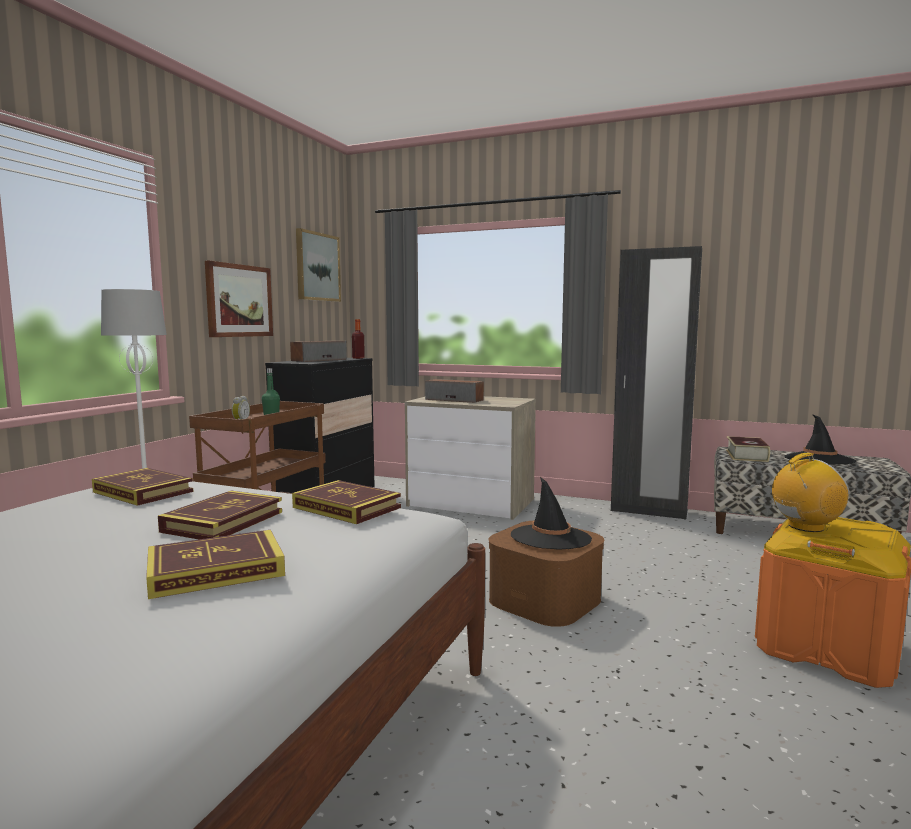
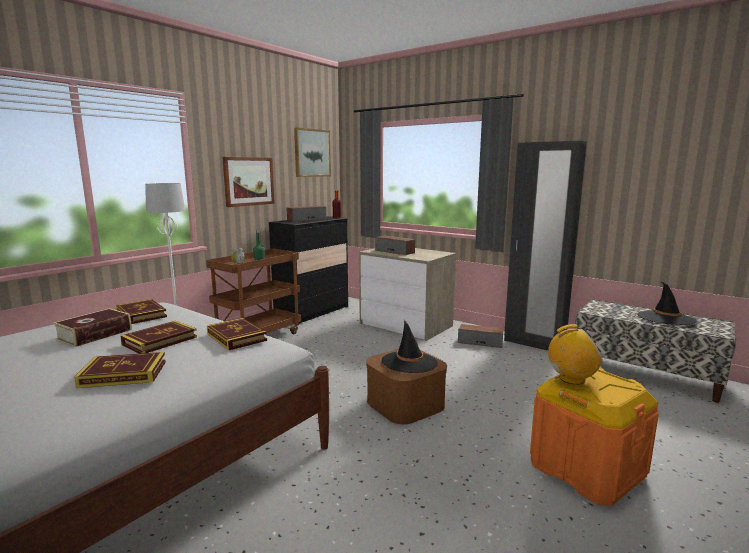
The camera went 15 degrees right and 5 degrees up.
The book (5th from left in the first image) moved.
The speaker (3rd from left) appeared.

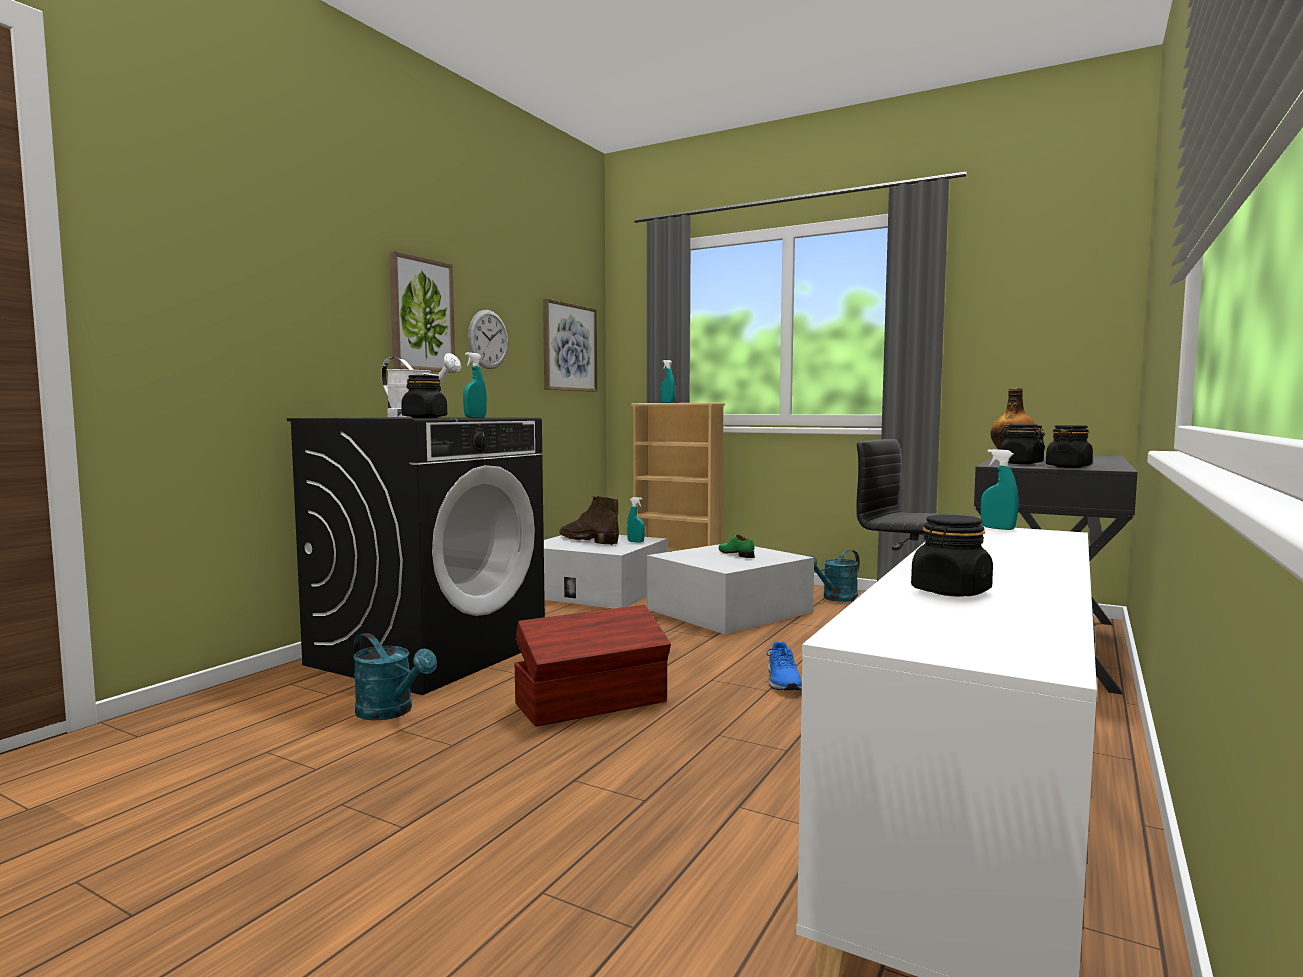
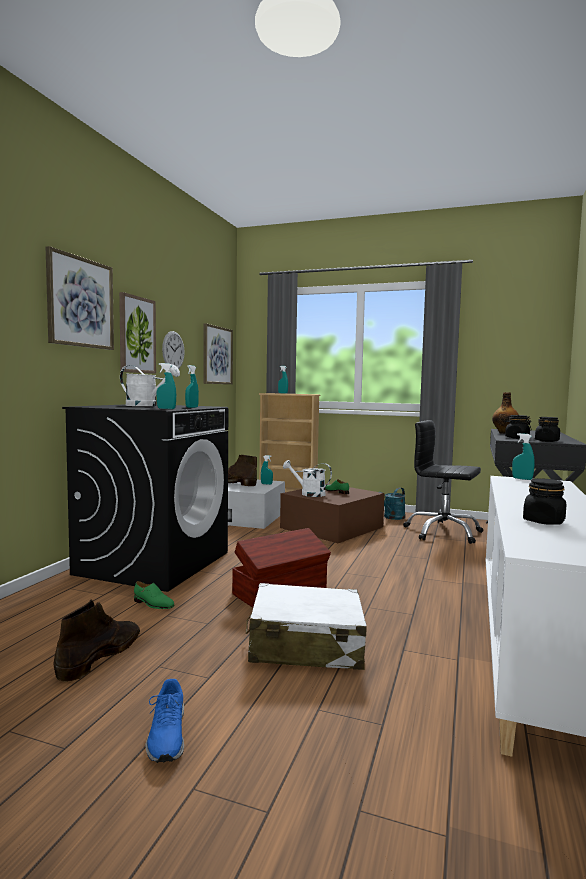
The camera went 10 degrees left and 0 degrees up.
The watering can in turquoise (1st from left) was replaced by the shoe in green (1st from left).
The jar in black (1st from left) was replaced by the spray bottle in turquoise (1st from left).
The storage box in white (2nd from left) became the storage box in brown (2nd from left).
The shoe in blue moved.
The picture (1st from left) appeared.
The boot in brown (1st from left) appeared.
The suitcase in white appeared.
The watering can in white (2nd from left) appeared.

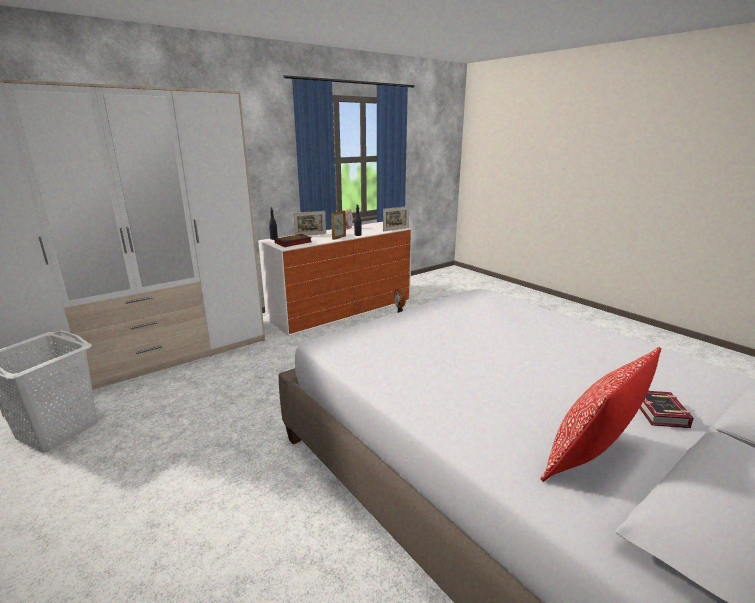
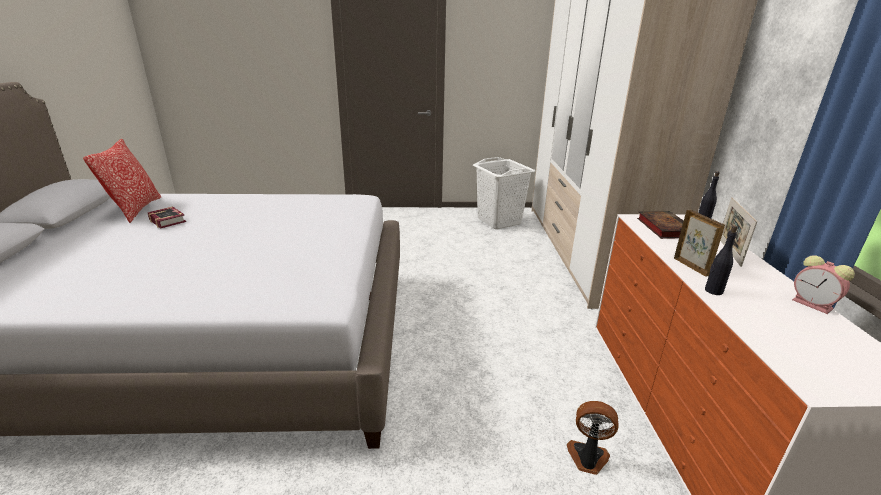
The camera went 125 degrees right and 5 degrees up.
The picture frame (3rd from left) disappeared.
The book (2nd from left in the first image) moved.

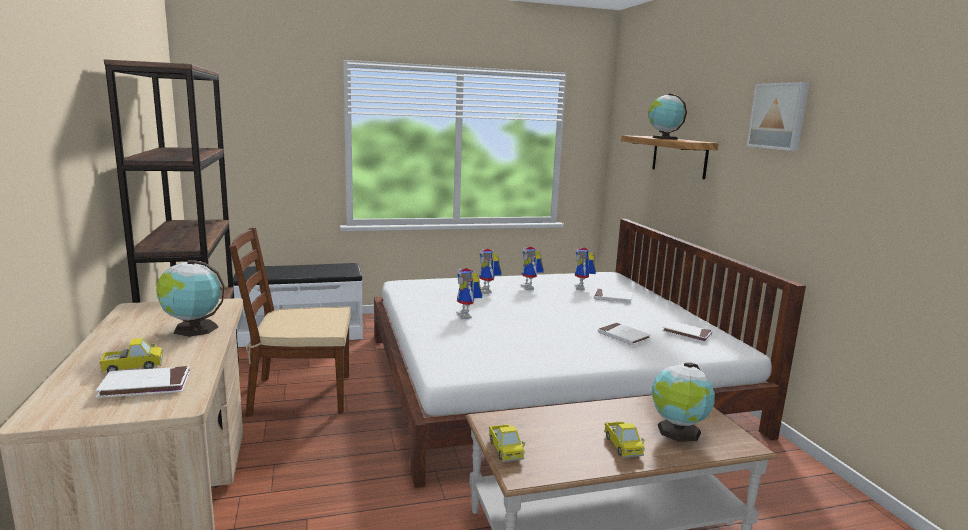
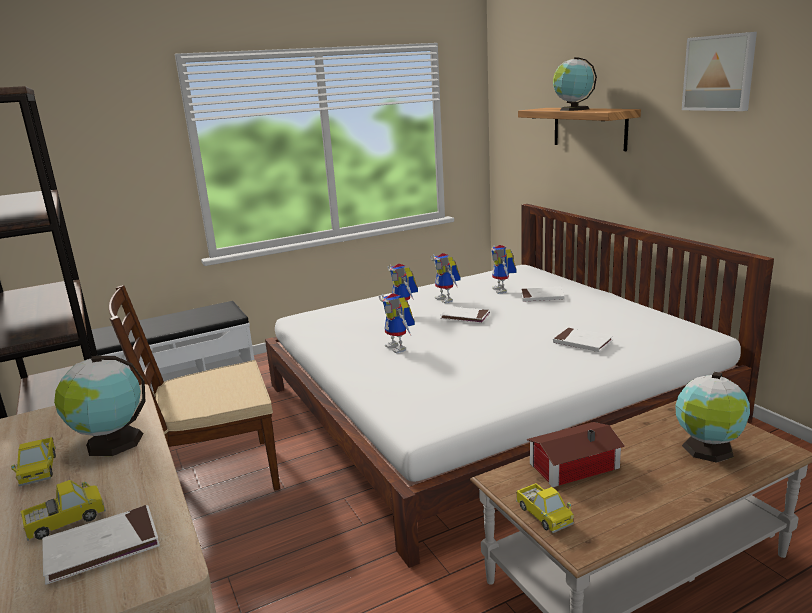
The camera went 10 degrees left and 5 degrees up.
The toy truck (3rd from left in the first image) moved.
The book in white (4th from left in the first image) moved.
The toy house appeared.

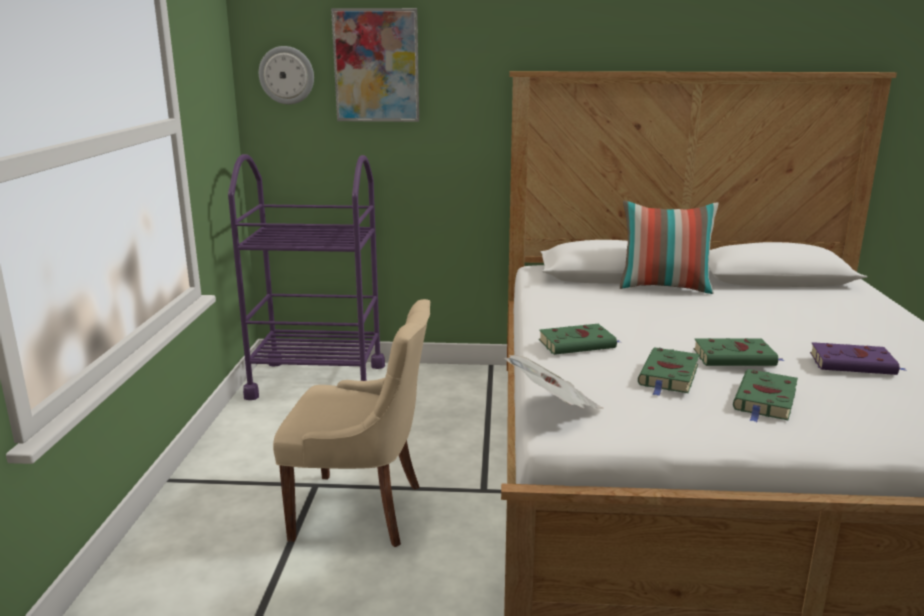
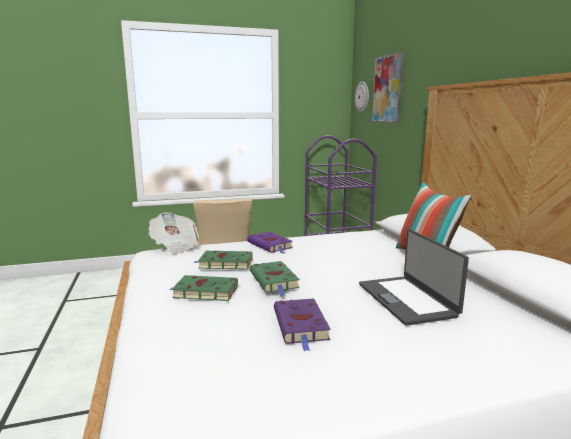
The camera went 70 degrees right and 5 degrees down.
The book in green (1st from left) became the book in purple (1st from left).
The laptop appeared.

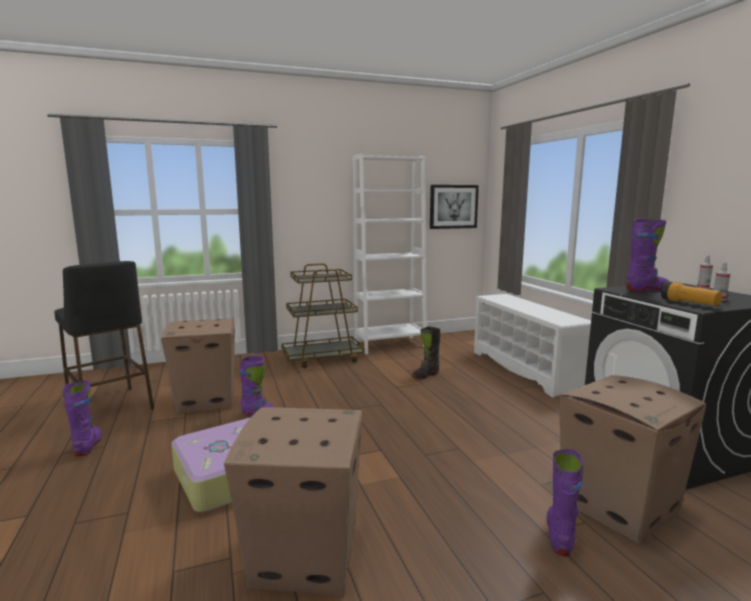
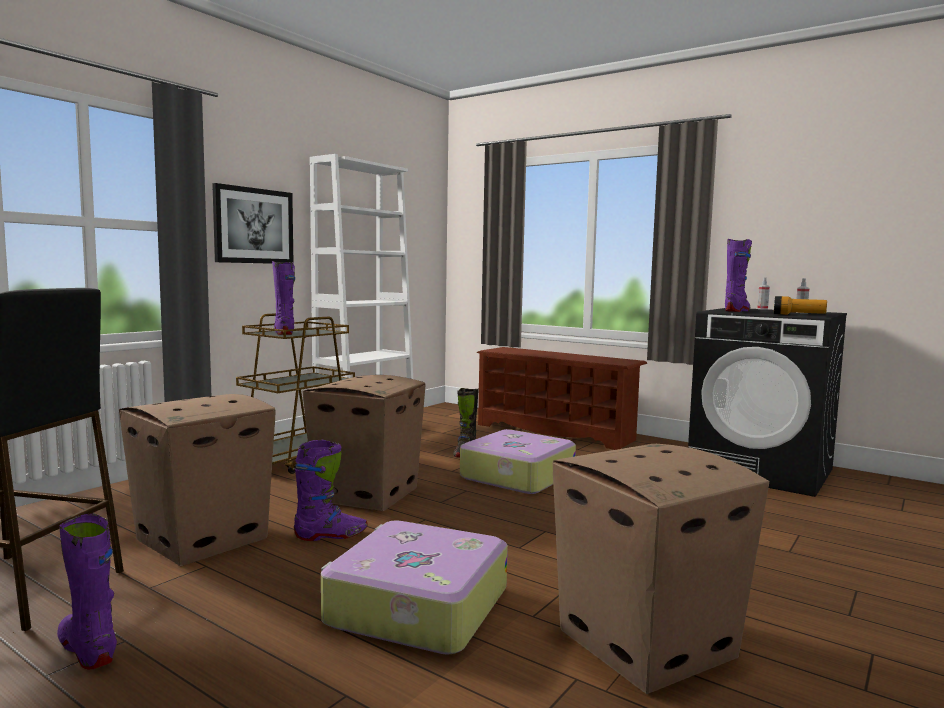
The camera went 35 degrees left and 5 degrees down.
The picture moved.
The shoe rack in white became the shoe rack in brown.
The boot in purple (3rd from left in the first image) moved.
The cardboard box (3rd from left in the first image) moved.
The suitcase (2nd from left) appeared.

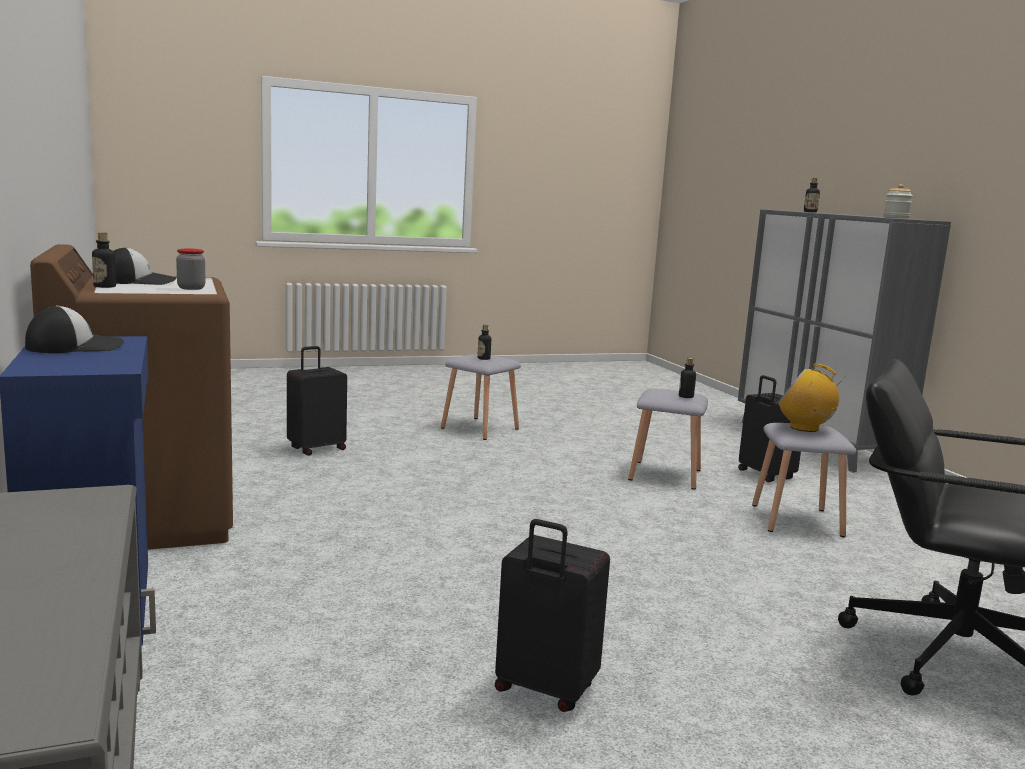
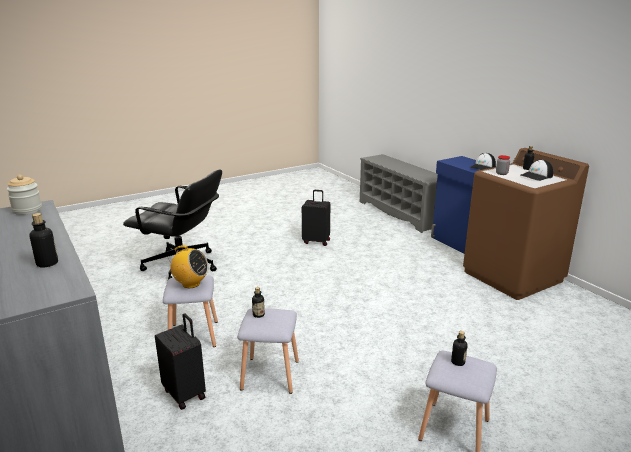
The camera went 170 degrees right and 10 degrees up.
The suitcase in black (1st from left) disappeared.

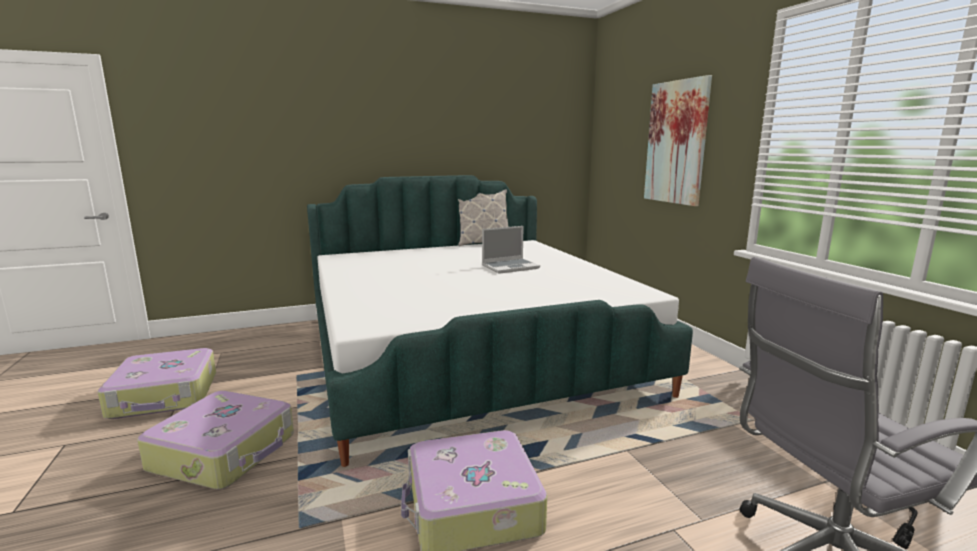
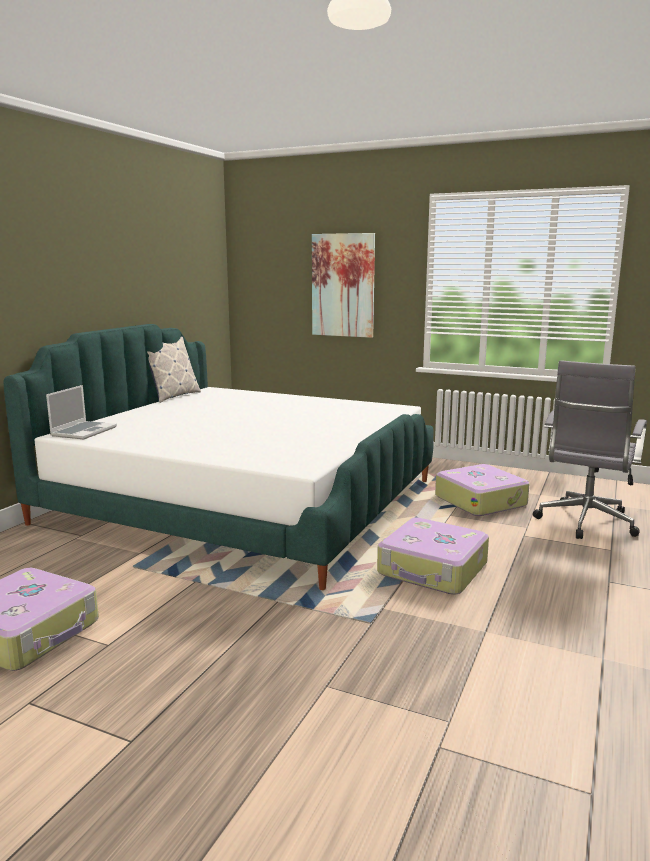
The camera went 45 degrees left and 0 degrees up.
The suitcase (2nd from left in the first image) moved.
The laptop moved.

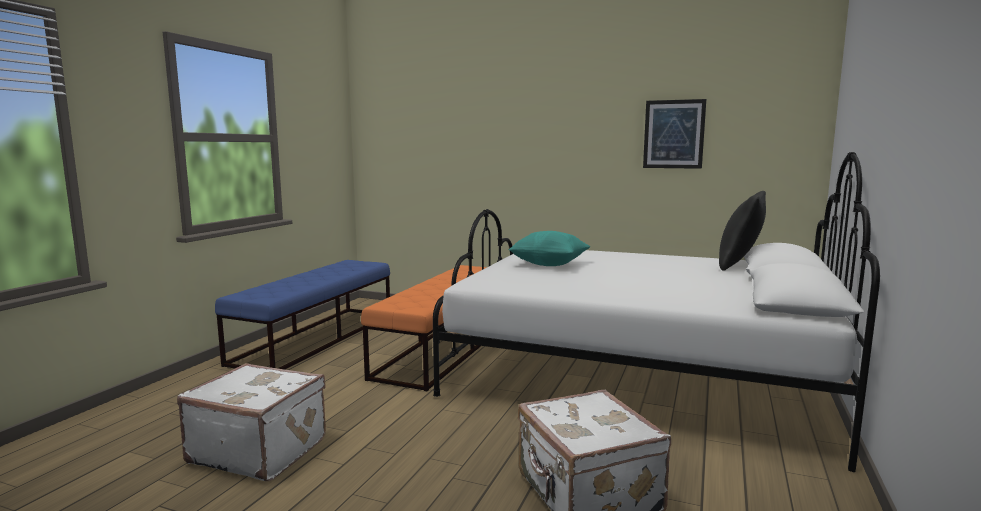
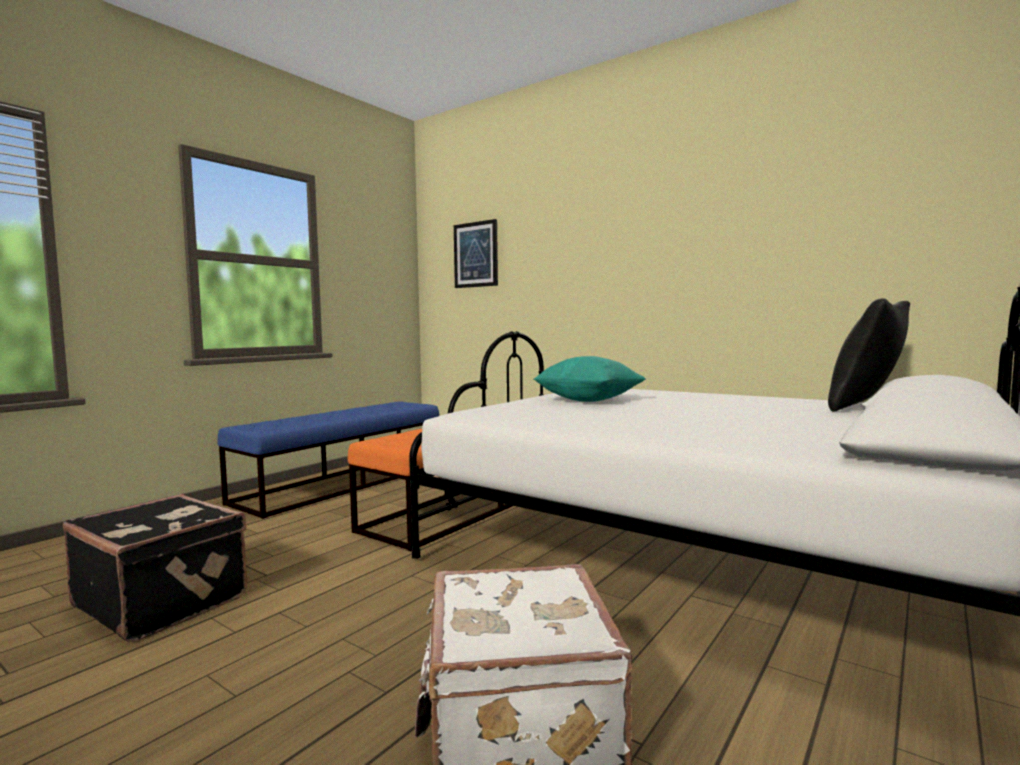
The camera went 15 degrees right and 5 degrees down.
The suitcase in white (1st from left) became the suitcase in black.
The picture moved.

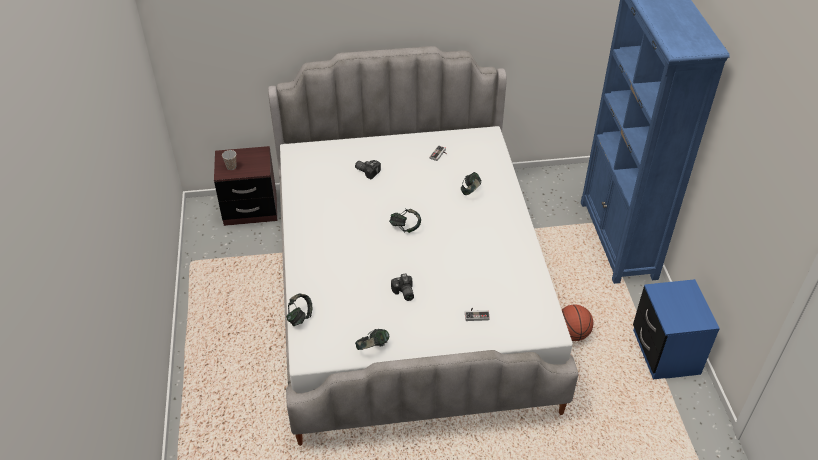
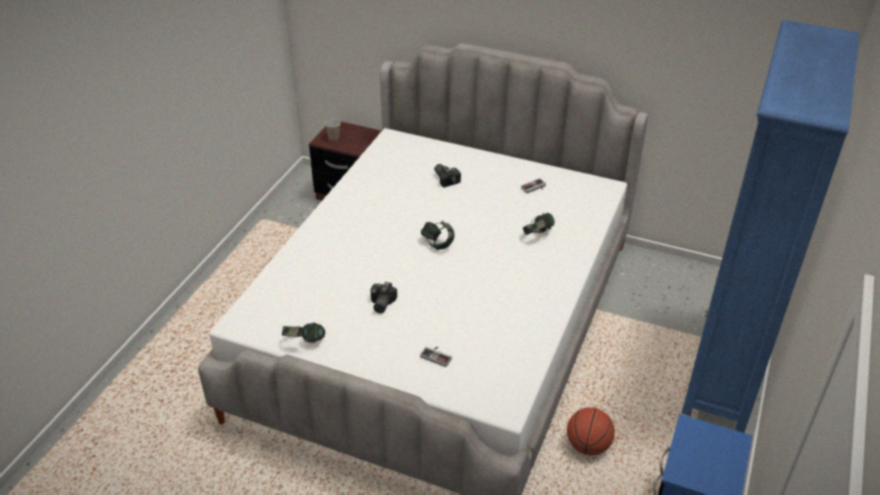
The camera went 30 degrees right and 5 degrees down.
The headphones (1st from left) disappeared.

